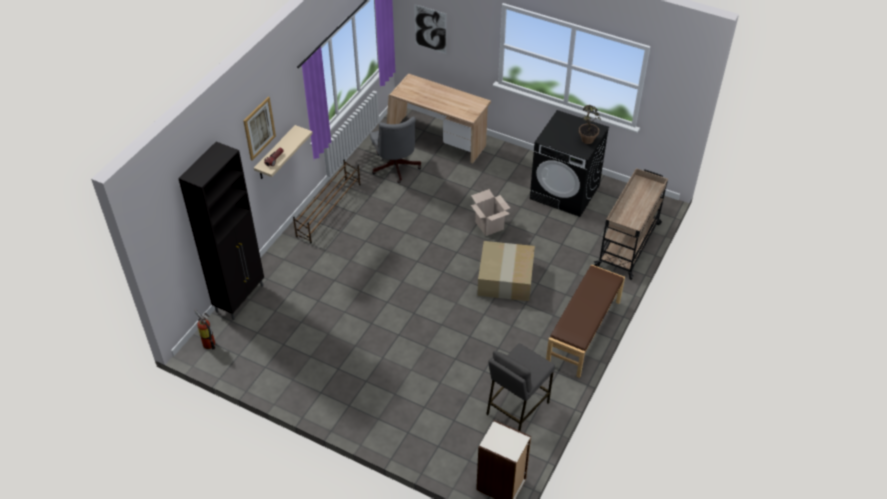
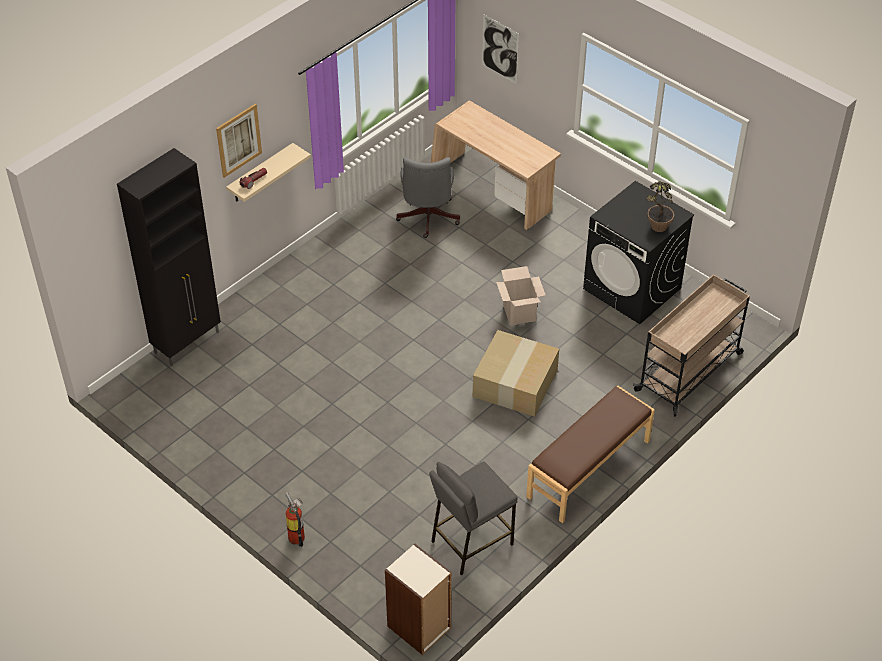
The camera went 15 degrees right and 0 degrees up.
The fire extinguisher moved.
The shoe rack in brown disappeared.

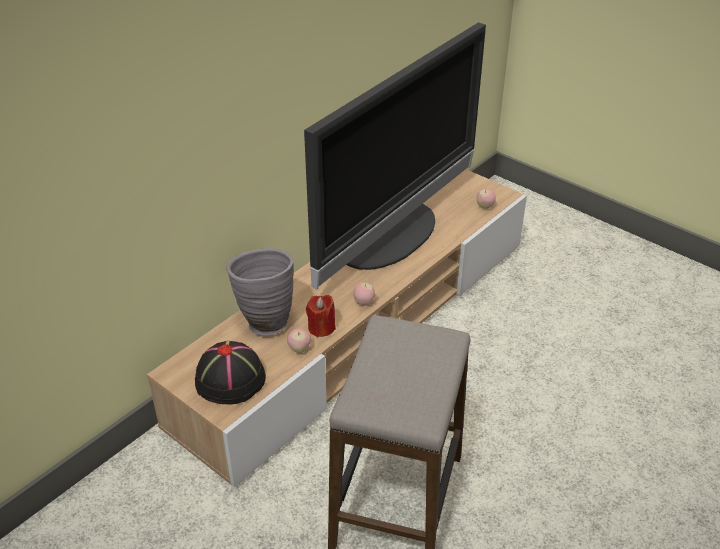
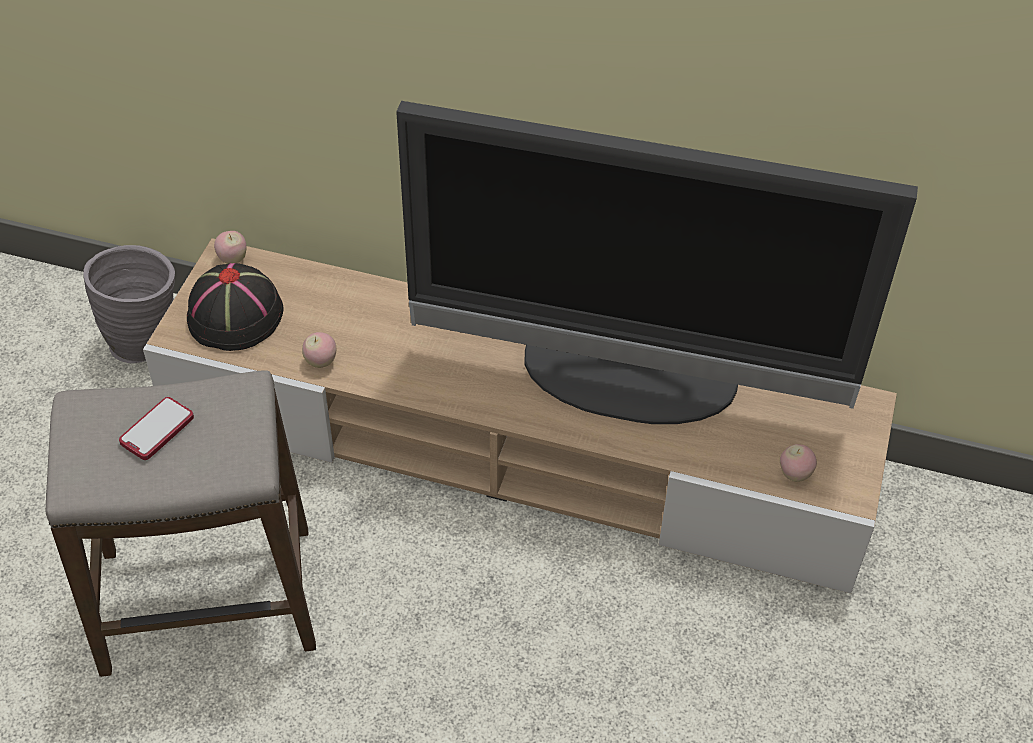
The camera went 65 degrees right and 10 degrees up.
The vase in grey moved.
The candle in red disappeared.
The apple (2nd from left in the first image) moved.
The phone appeared.

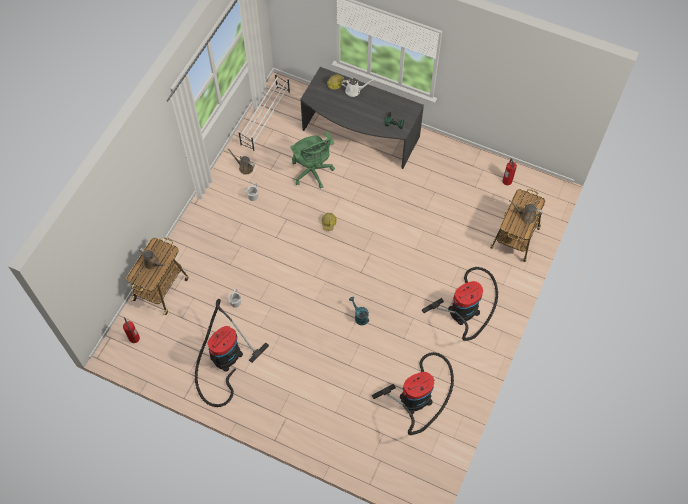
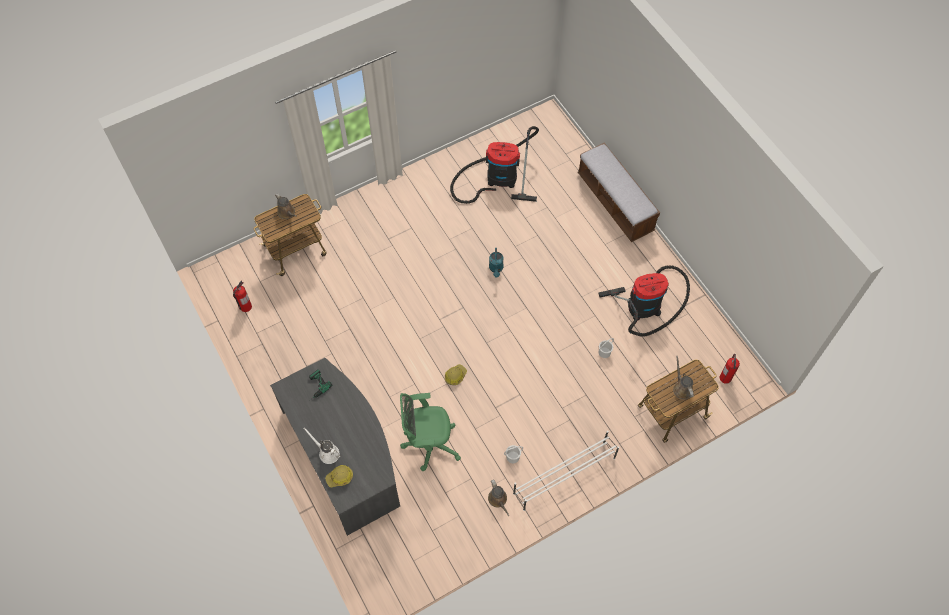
The camera went 145 degrees left and 0 degrees up.
The shoe rack in white moved.
The office chair in green turned 105 degrees counterclockwise.
The vacuum cleaner (3rd from left) disappeared.
The bench appeared.

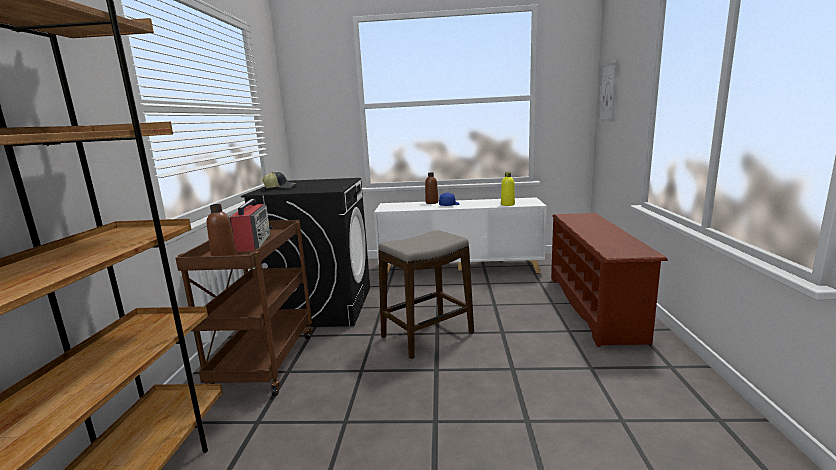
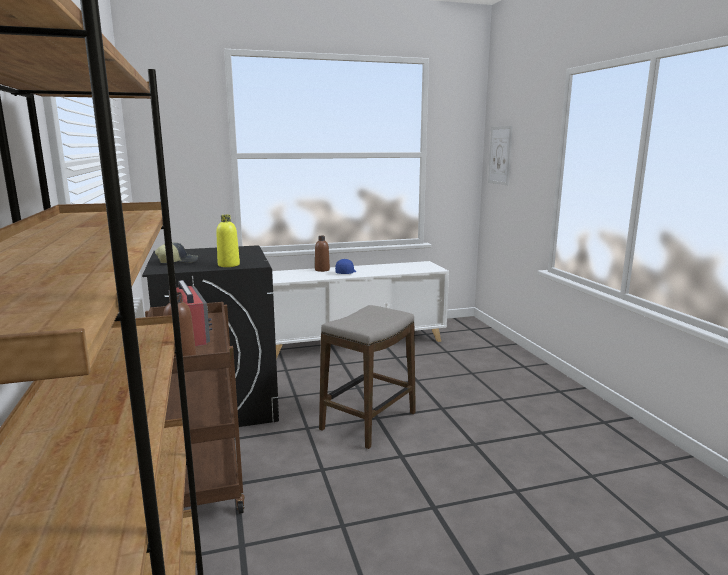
The camera went 20 degrees left and 0 degrees up.
The bottle in yellow moved.
The shoe rack in brown disappeared.

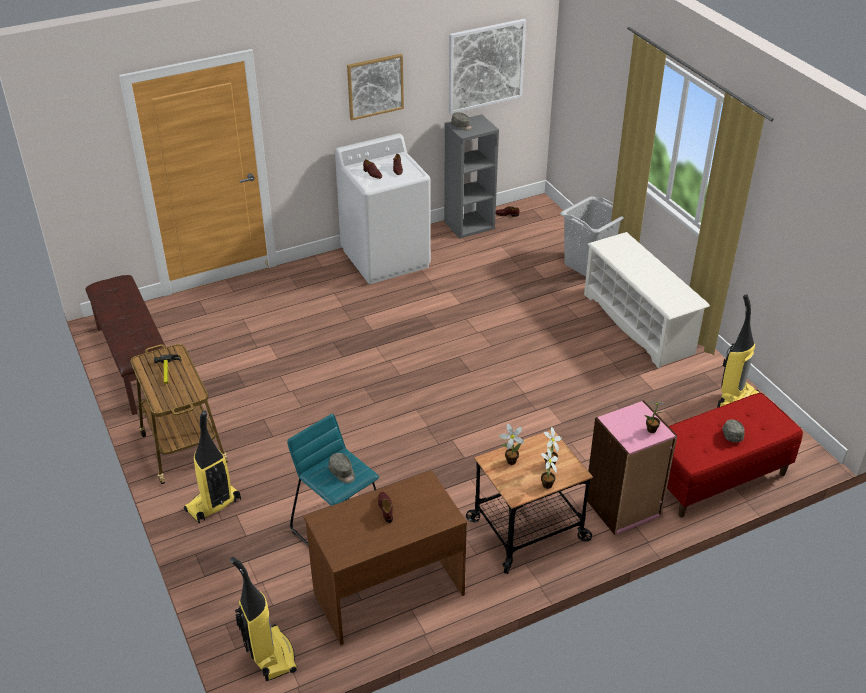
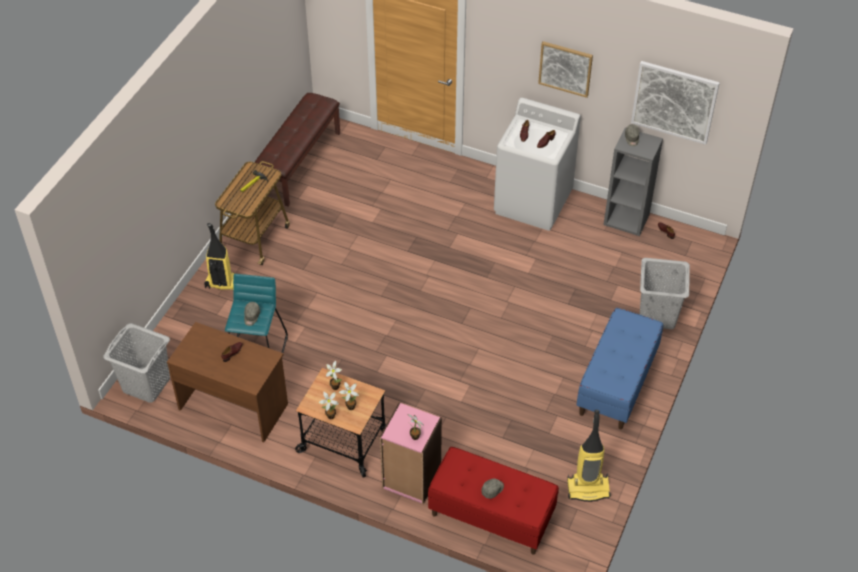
The camera went 50 degrees right and 10 degrees up.
The vacuum cleaner (2nd from left) was replaced by the laundry basket in grey (1st from left).
The shoe rack in white was replaced by the bench in blue.

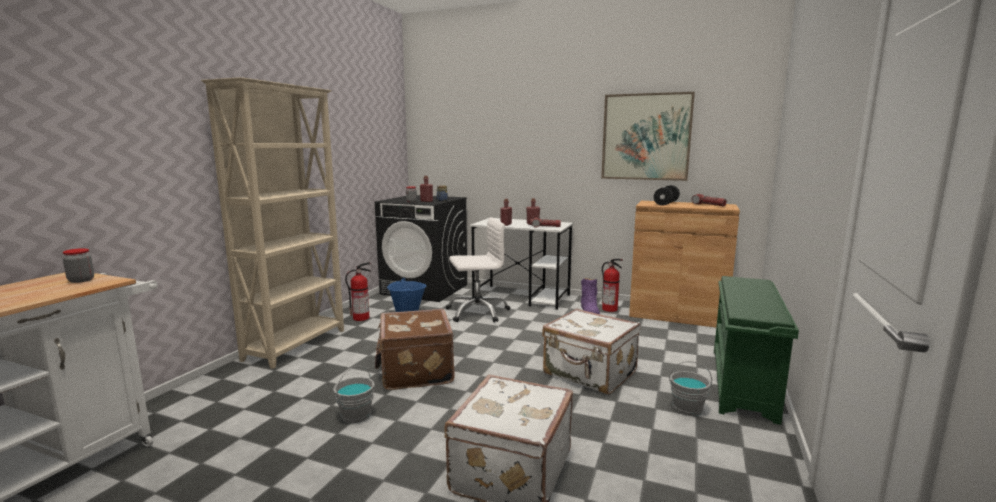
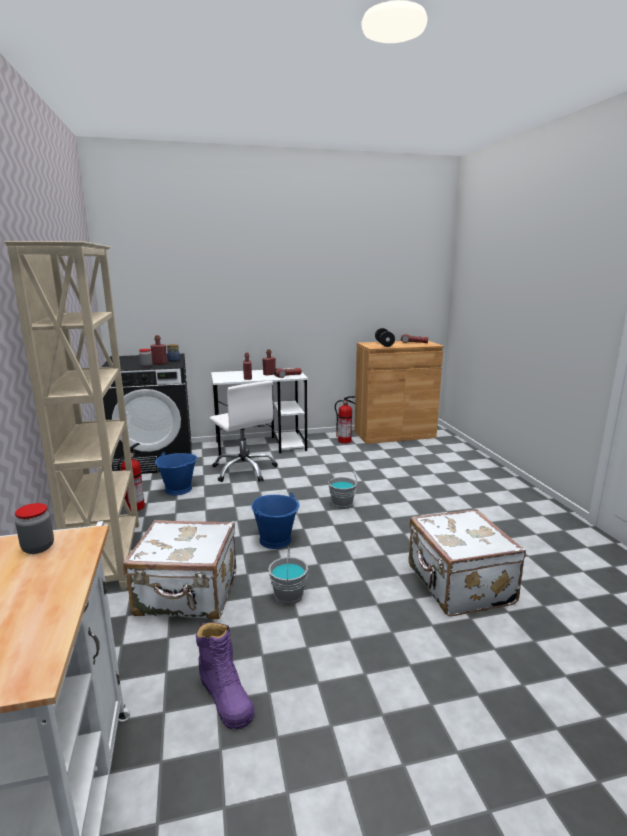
The camera went 35 degrees left and 5 degrees up.
The suitcase in brown was replaced by the bucket in blue (2nd from left).
The office chair in white turned 105 degrees clockwise.
The suitcase in white (2nd from left in the first image) moved.
The boot in purple moved.
The picture disappeared.
The bucket in grey (2nd from left) moved.
The shoe rack in green disappeared.

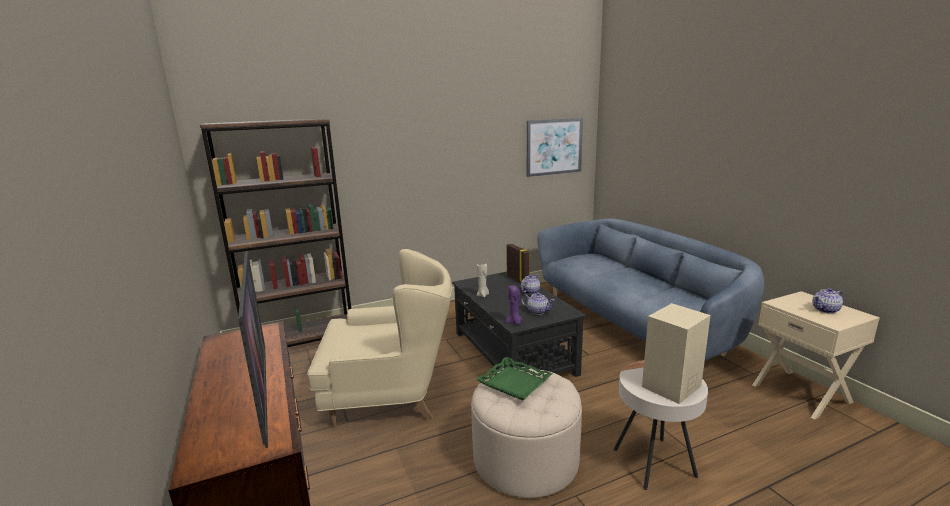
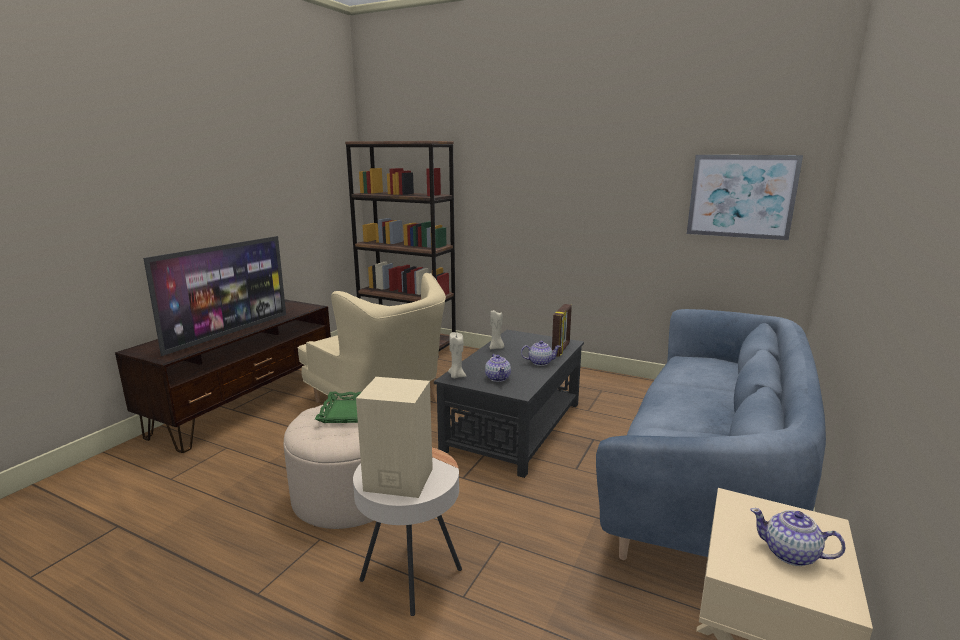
The camera went 50 degrees right and 0 degrees up.
The candle in purple became the candle in beige (1st from left).

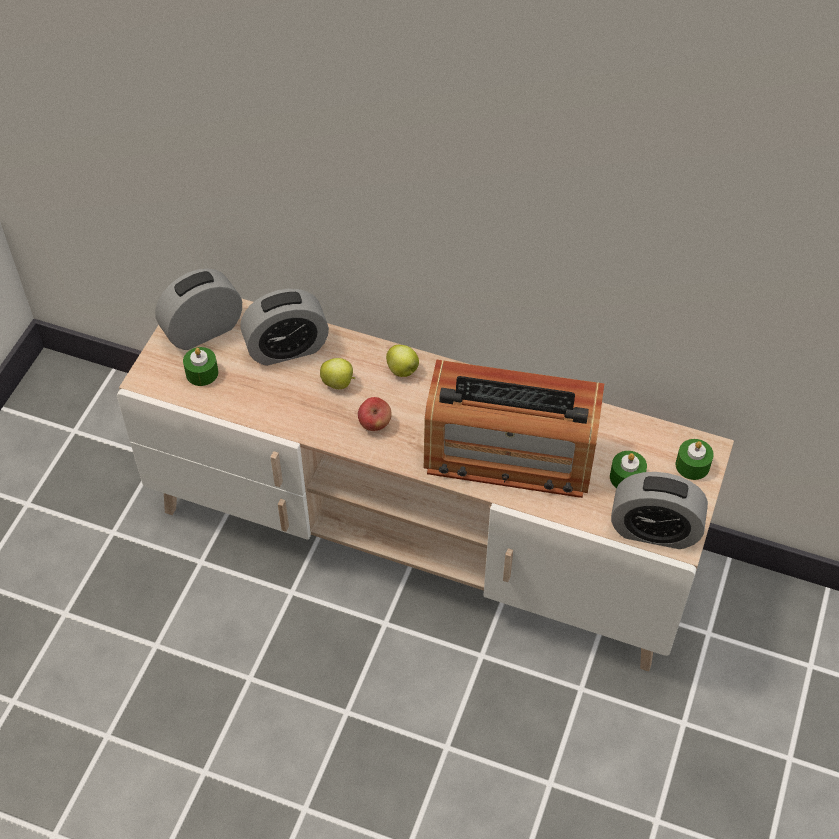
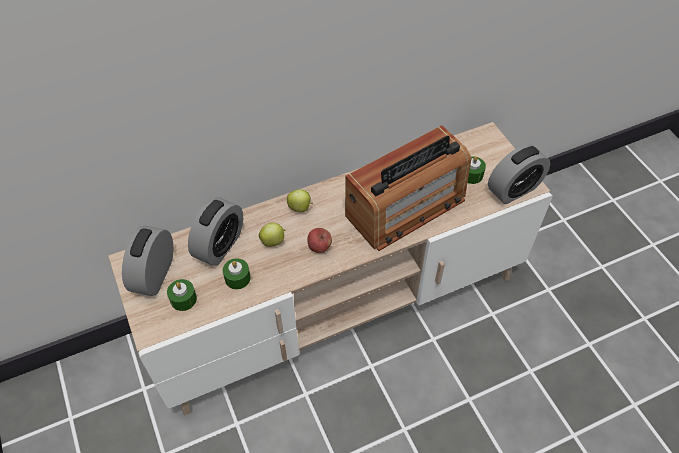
The camera went 45 degrees left and 0 degrees up.
The candle in green (3rd from left in the first image) moved.

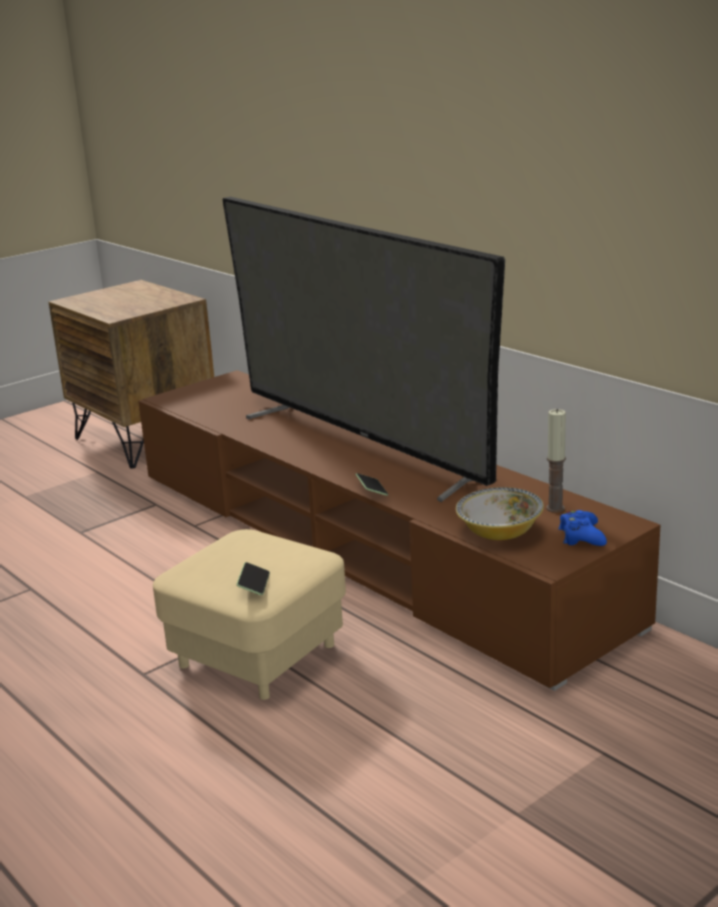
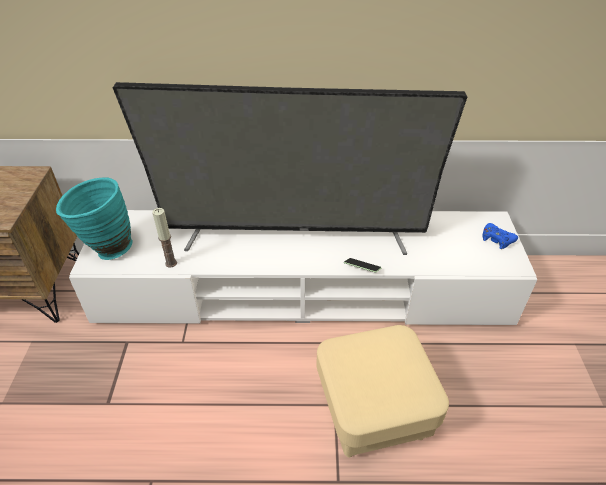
The camera went 50 degrees left and 20 degrees up.
The tv stand in brown became the tv stand in white.
The phone (1st from left) disappeared.
The bowl disappeared.
The candle moved.
The vase in turquoise appeared.

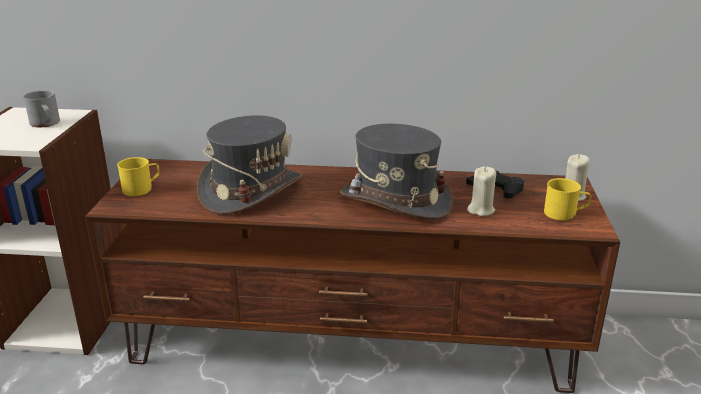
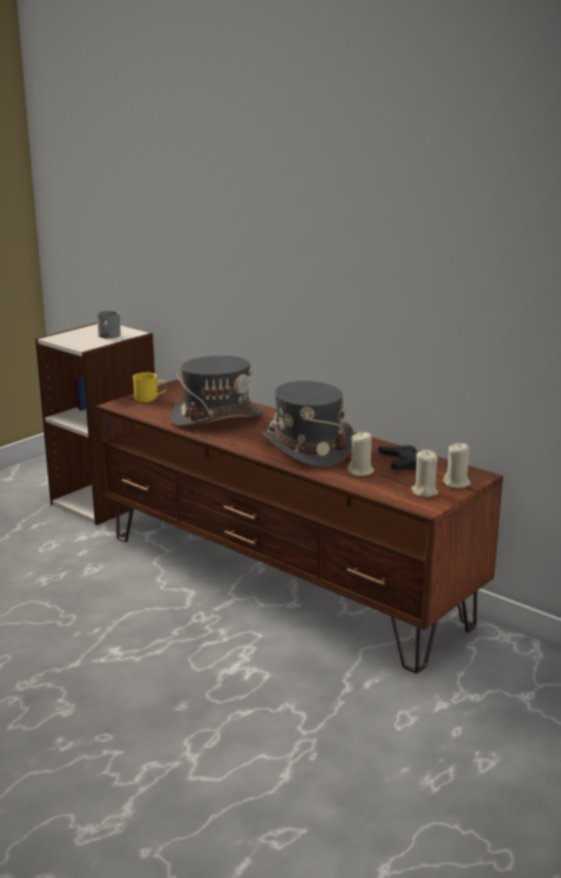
The camera went 35 degrees right and 5 degrees down.
The mug in yellow (2nd from left) was replaced by the candle in beige (2nd from left).

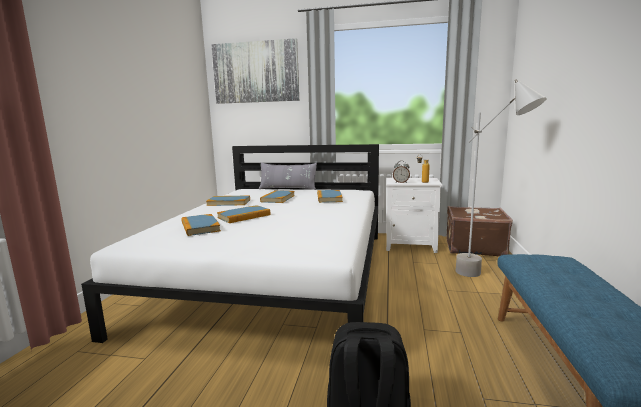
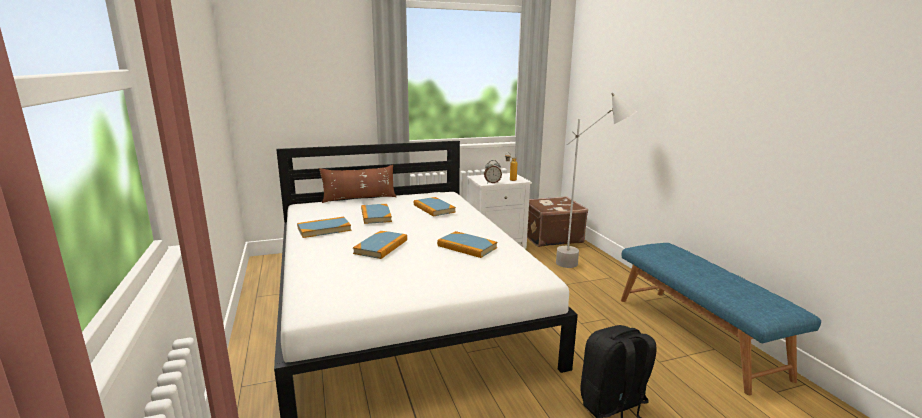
The camera went 30 degrees left and 5 degrees up.
The book (1st from left in the first image) moved.
The picture disappeared.
The pillow in grey became the pillow in brown.

